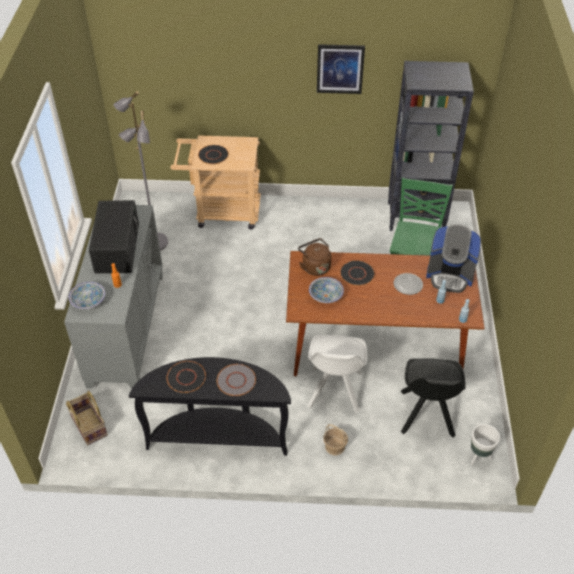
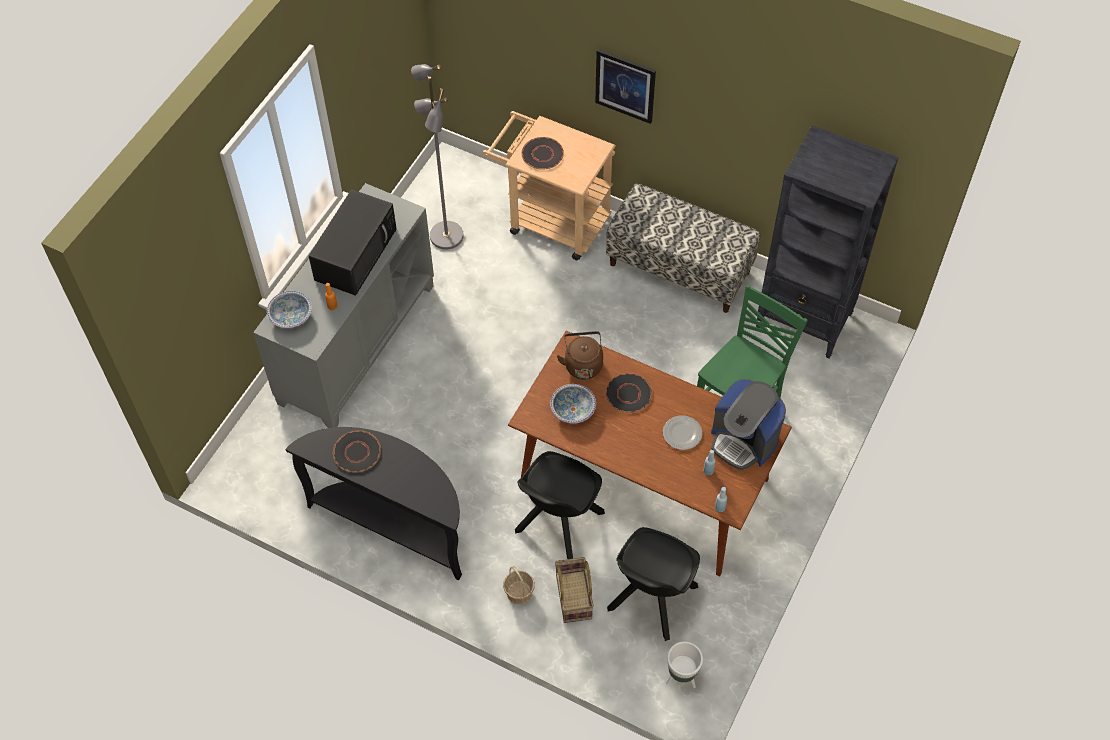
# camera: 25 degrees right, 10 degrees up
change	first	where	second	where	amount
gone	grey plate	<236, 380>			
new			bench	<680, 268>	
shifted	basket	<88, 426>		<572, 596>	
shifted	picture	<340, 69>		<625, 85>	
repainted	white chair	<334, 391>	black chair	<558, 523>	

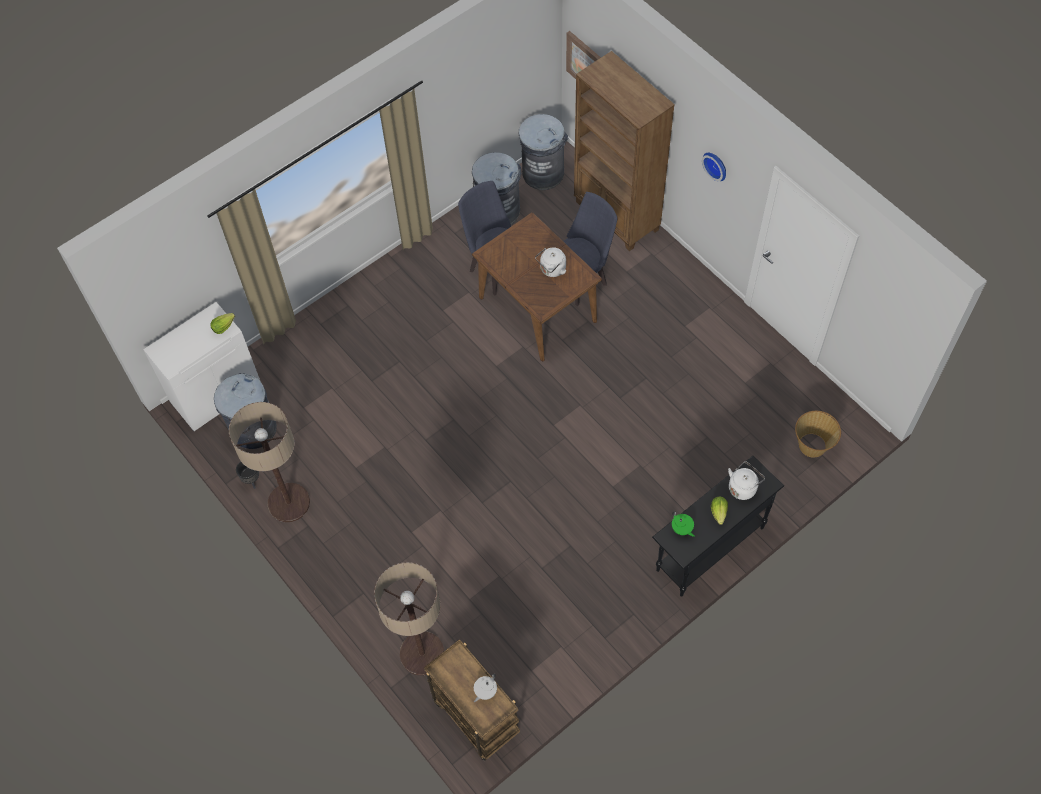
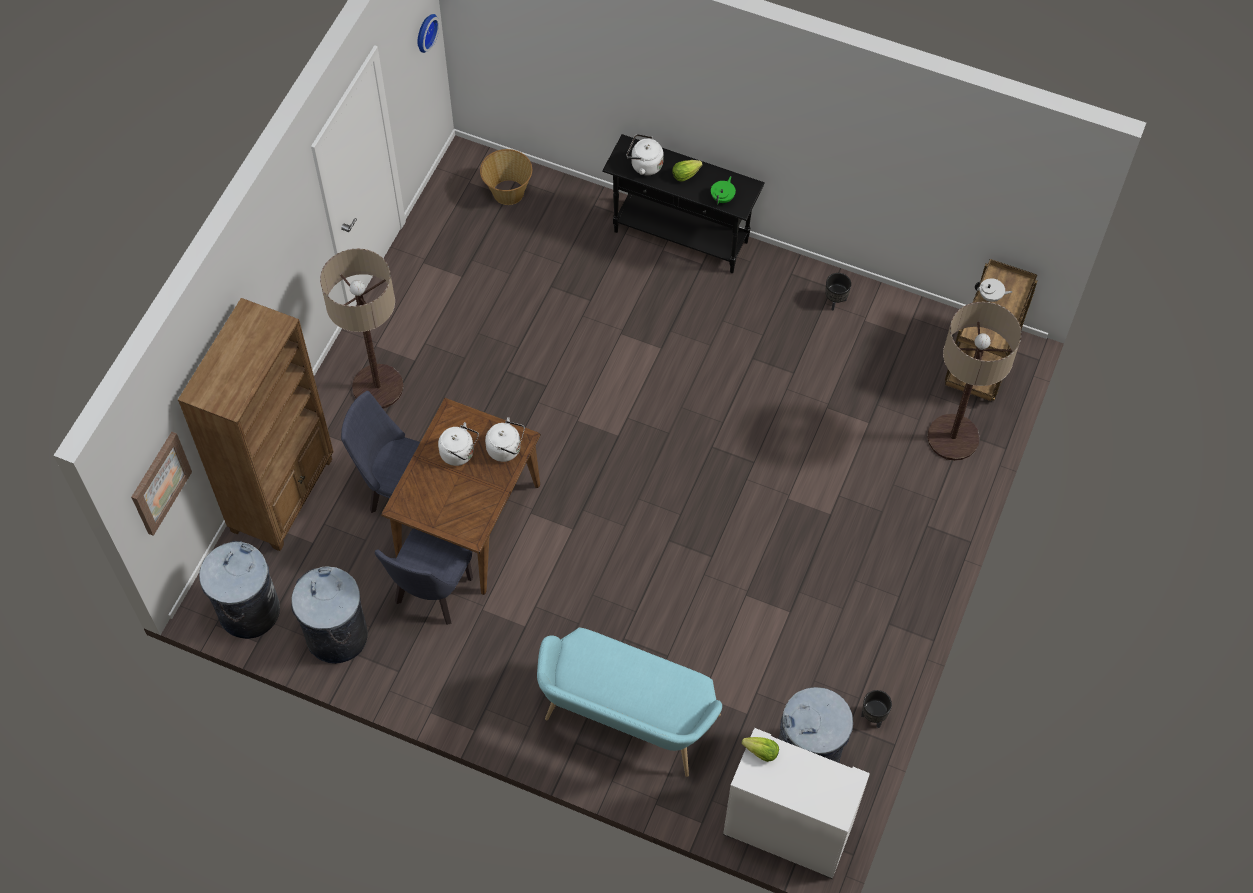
# camera: 120 degrees left, 0 degrees up
change	first	where	second	where	amount
new			white kettle	<506, 449>	
new			turquoise bench	<626, 722>	
new			black planter	<835, 301>	
shifted	floor lamp	<289, 503>		<378, 387>	
shifted	wall clock	<716, 165>		<424, 32>	

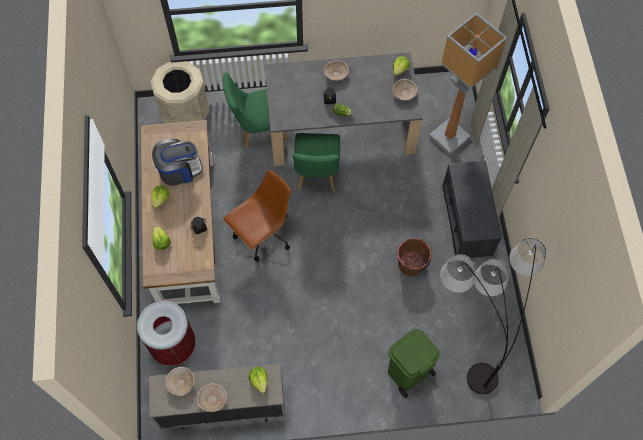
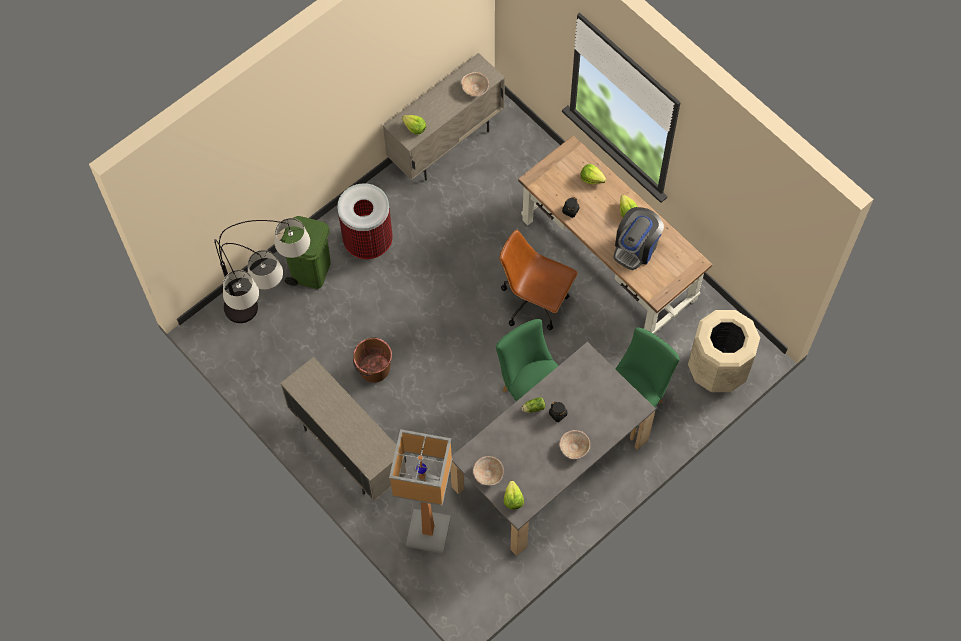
# camera: 145 degrees right, 0 degrees up
change	first	where	second	where	amount
gone	beige bowl	<213, 399>			
shifted	trash can	<173, 345>		<368, 241>	
swapped	grey bench	<468, 220>	beige cabinet	<348, 450>	
rotated	brown office chair	<263, 235>		<535, 302>	105 degrees clockwise

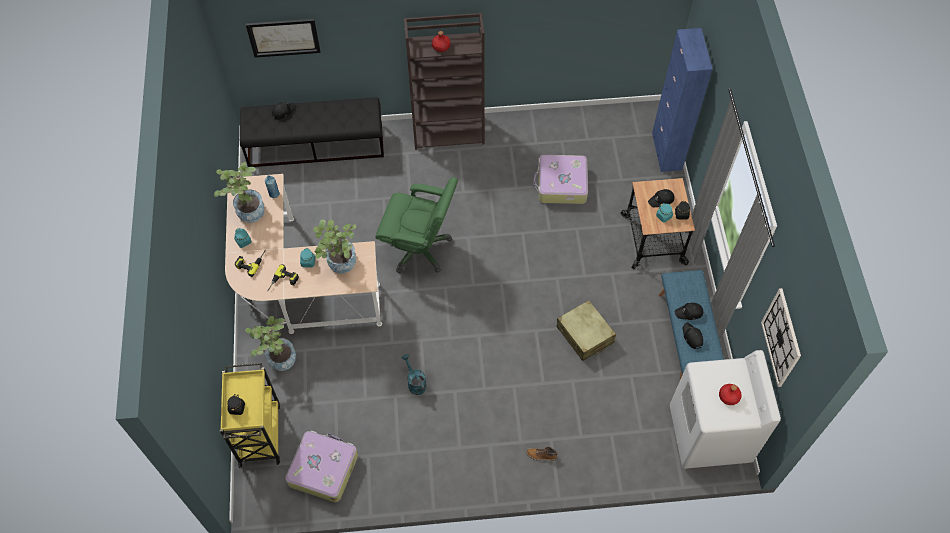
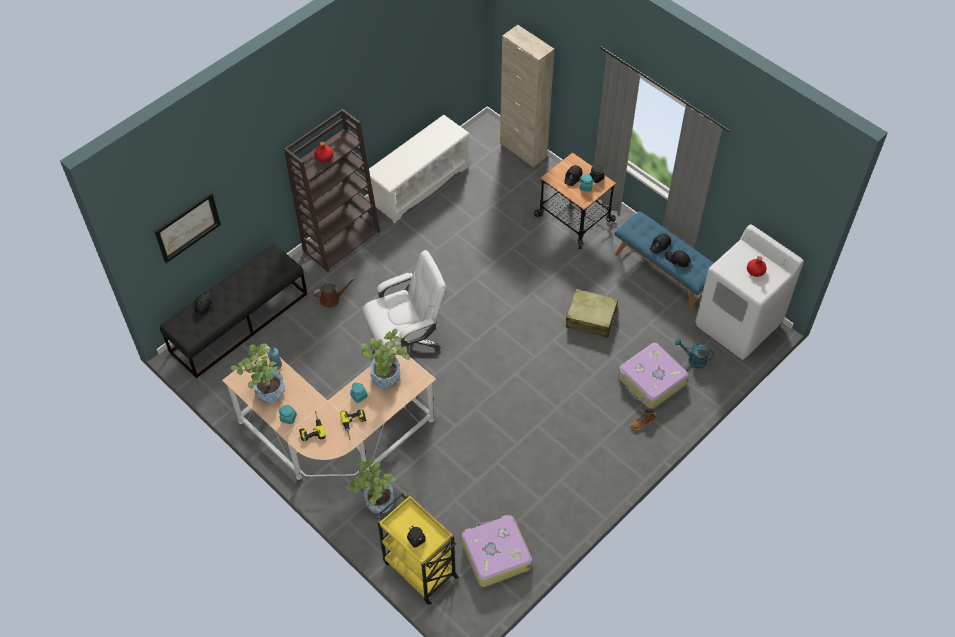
# camera: 40 degrees left, 5 degrees down
change	first	where	second	where	amount
gone	wall clock	<781, 338>			
new			brown watering can	<332, 299>	
new			white shoe rack	<419, 185>	
shifted	turquoise watering can	<415, 382>		<693, 360>	
shifted	suitcase	<561, 184>		<651, 381>	
repainted	green office chair	<419, 248>	white office chair	<406, 343>	
repainted	blue cabinet	<666, 151>	beige cabinet	<523, 150>	

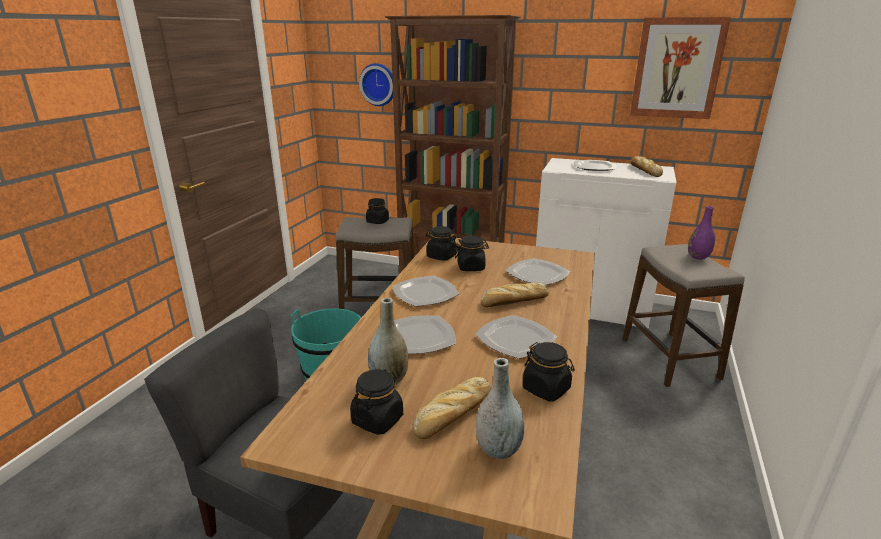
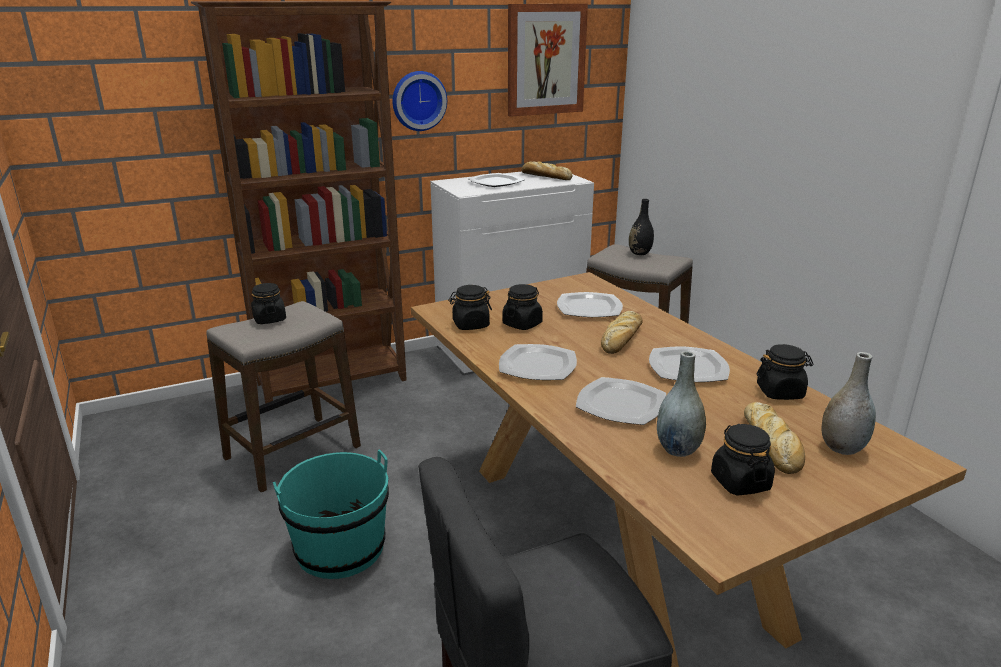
# camera: 45 degrees left, 0 degrees up
change	first	where	second	where	amount
shifted	wall clock	<379, 84>		<418, 100>	
repainted	purple vase	<698, 257>	black vase	<640, 253>	

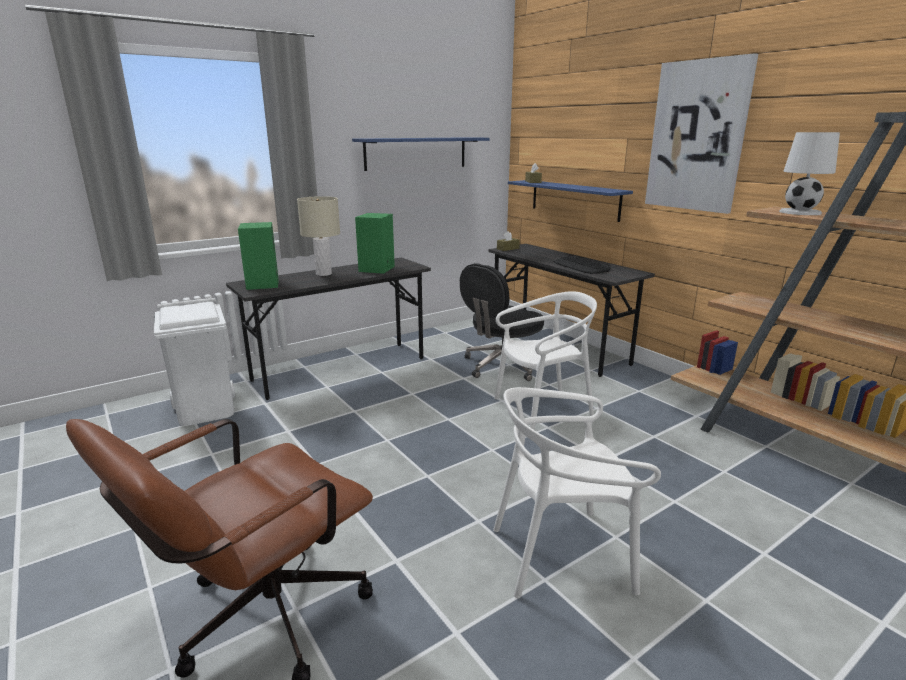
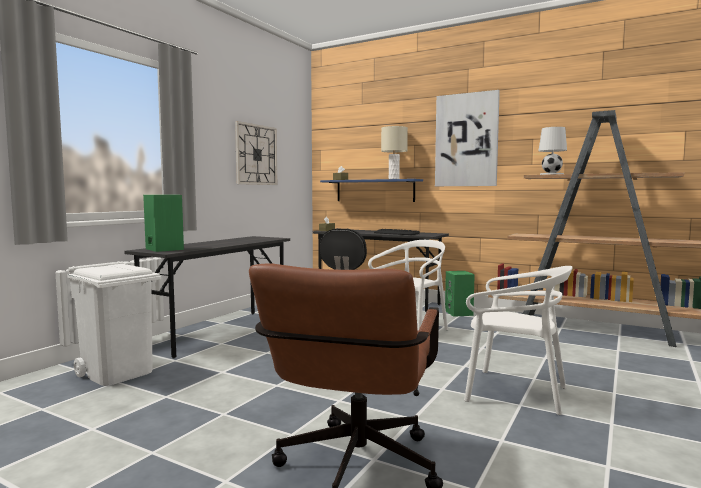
# camera: 25 degrees left, 15 degrees down
change	first	where	second	where	amount
shifted	beige table lamp	<324, 274>		<394, 179>	
shifted	green speaker	<377, 269>		<459, 313>	
swapped	blue shelf	<416, 153>	wall clock	<256, 154>	
rotated	white chair	<561, 555>		<515, 392>	120 degrees counterclockwise

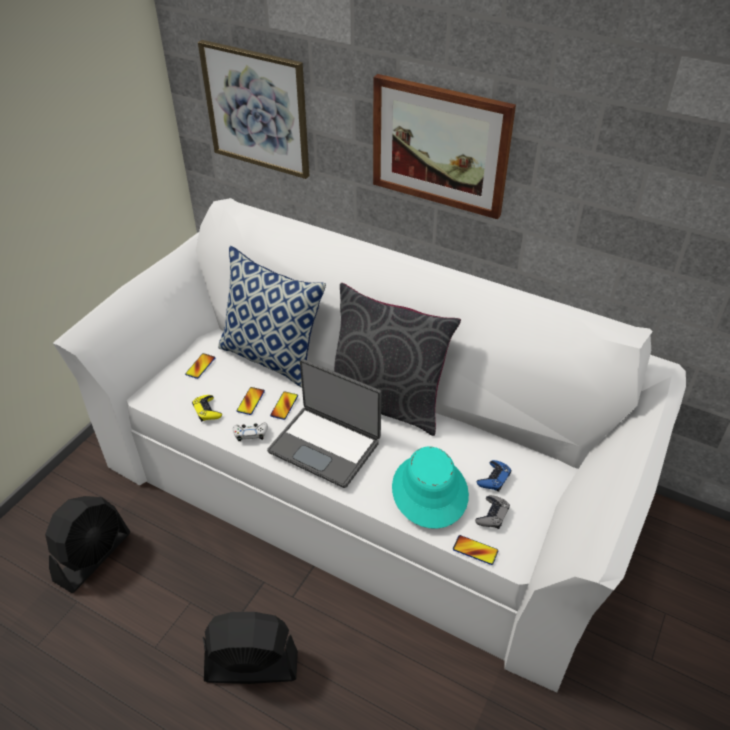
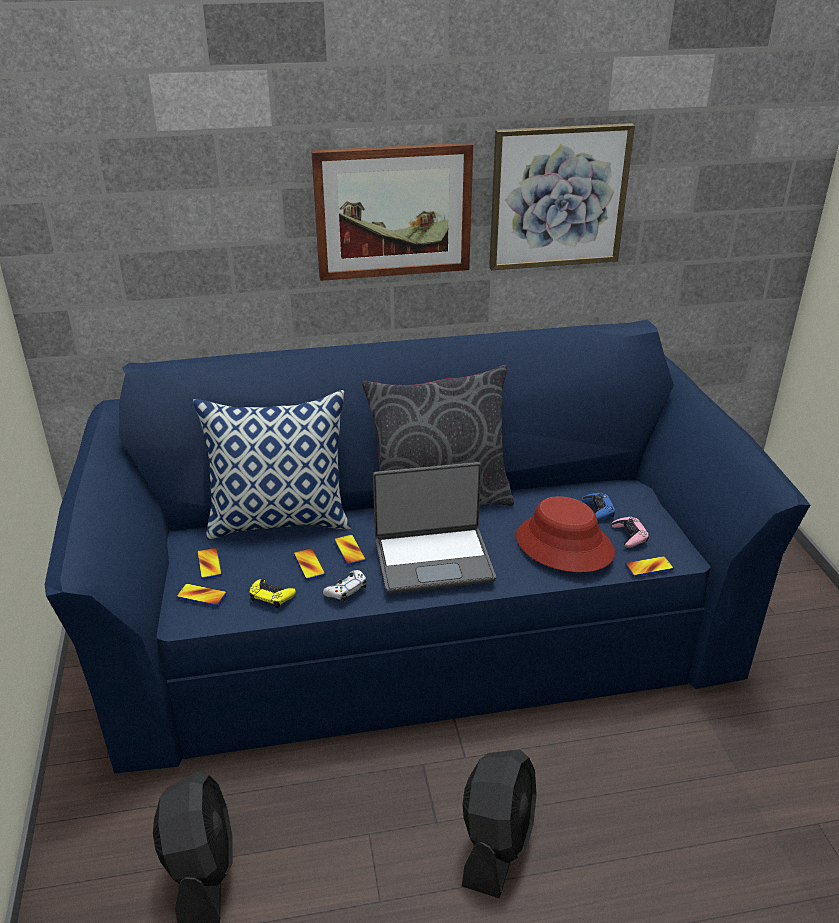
# camera: 40 degrees left, 10 degrees down
change	first	where	second	where	amount
new			phone	<202, 595>	
shifted	picture	<257, 109>		<558, 197>	
repainted	white sofa	<367, 477>	blue sofa	<418, 617>	
repainted	turquoise hat	<429, 491>	red hat	<563, 545>	
repainted	grey game controller	<492, 515>	pink game controller	<629, 535>	
rotated	black fan	<251, 666>		<496, 842>	150 degrees clockwise

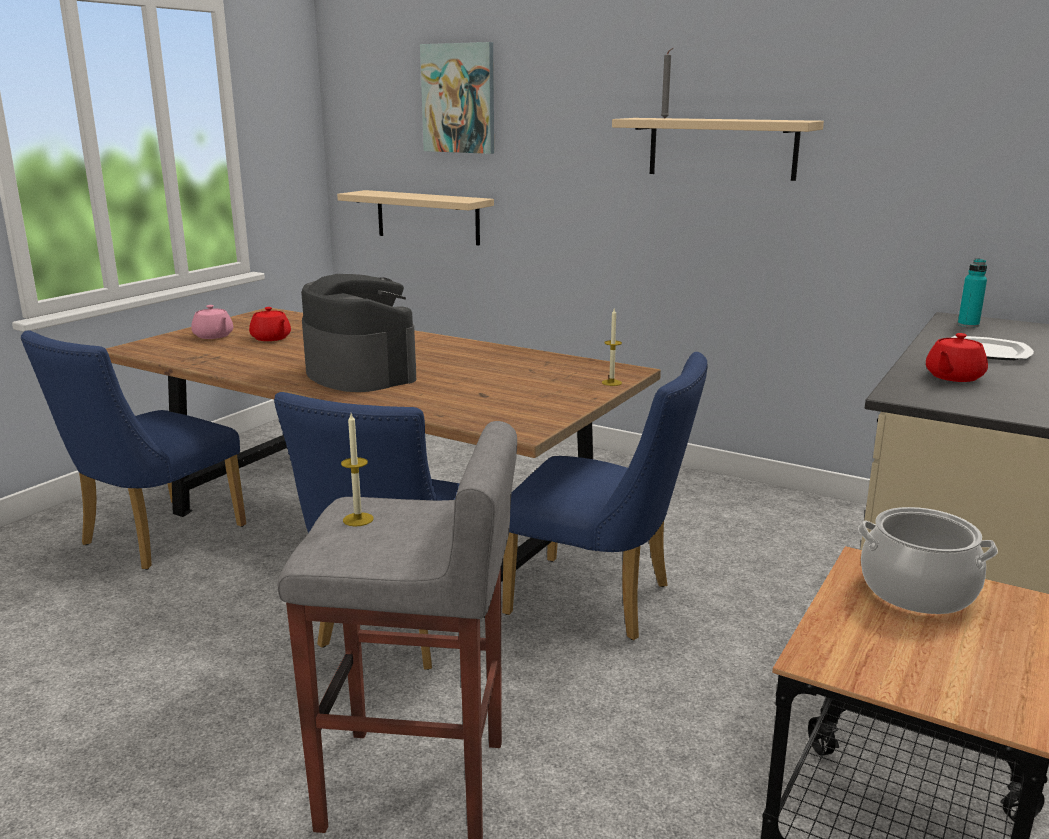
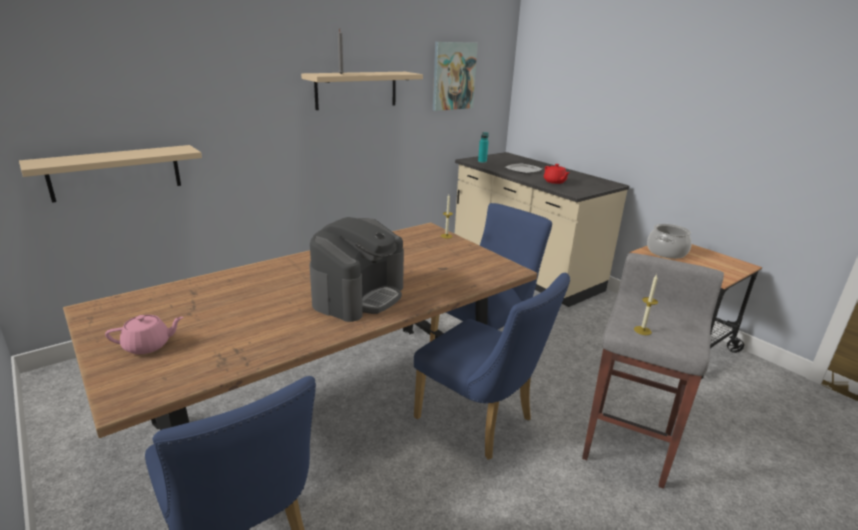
# camera: 70 degrees left, 5 degrees up
change	first	where	second	where	amount
gone	red teapot	<271, 338>			
shifted	picture	<459, 98>		<453, 76>	
rotated	coffee machine	<359, 373>		<359, 295>	135 degrees clockwise

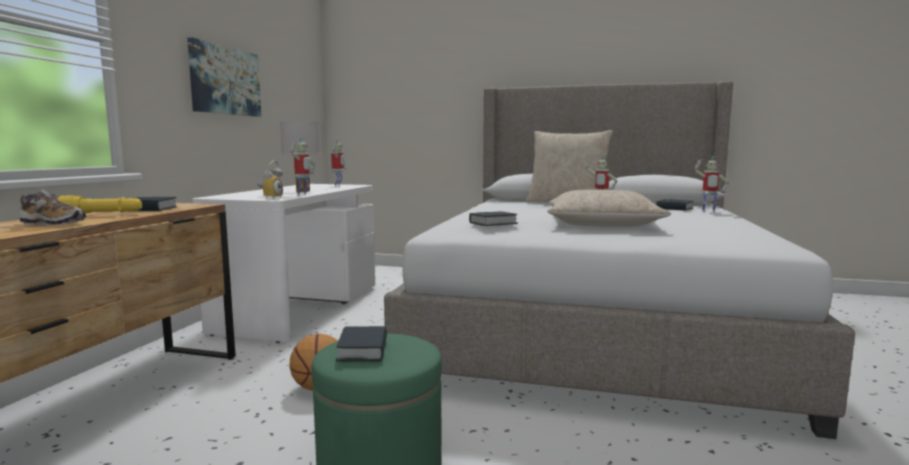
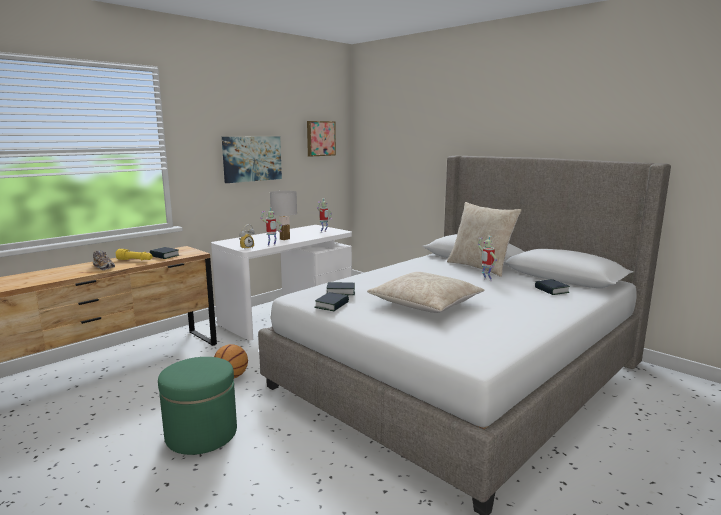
# camera: 30 degrees right, 5 degrees up
change	first	where	second	where	amount
gone	toy robot	<708, 211>			
new			picture	<320, 138>	
shifted	book	<363, 350>		<332, 305>	

